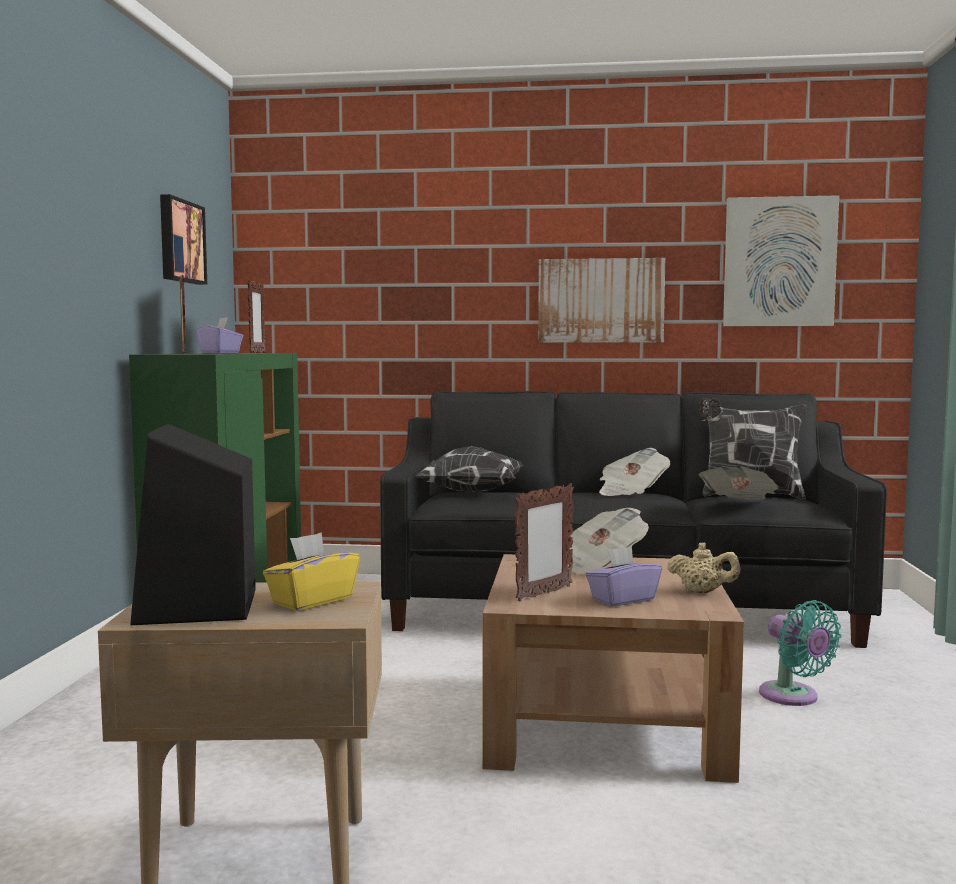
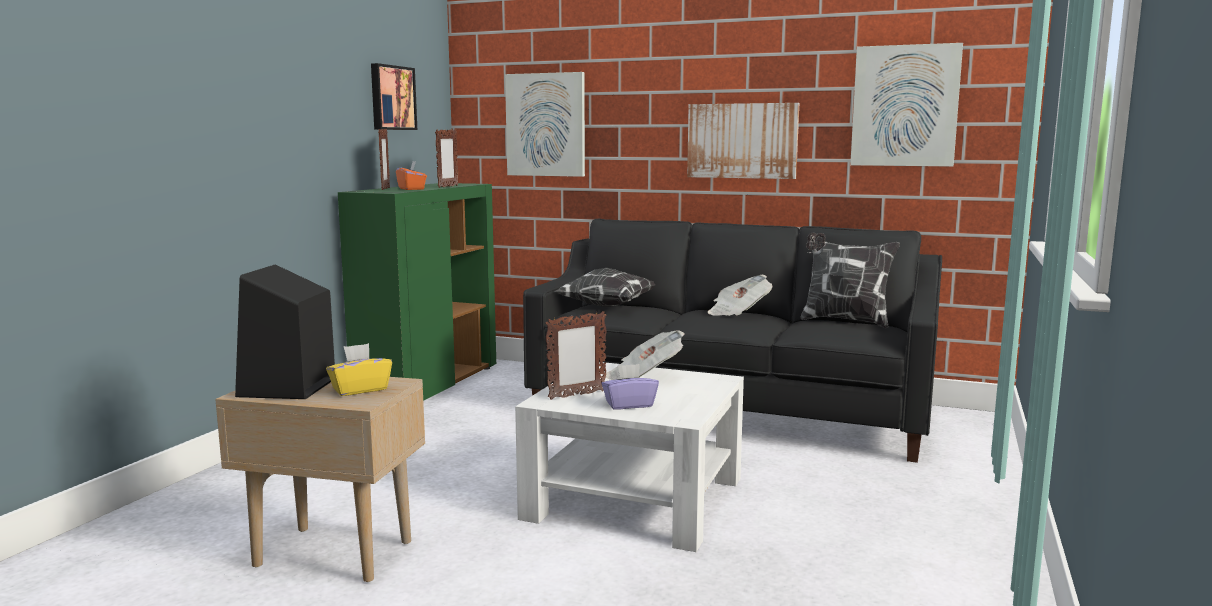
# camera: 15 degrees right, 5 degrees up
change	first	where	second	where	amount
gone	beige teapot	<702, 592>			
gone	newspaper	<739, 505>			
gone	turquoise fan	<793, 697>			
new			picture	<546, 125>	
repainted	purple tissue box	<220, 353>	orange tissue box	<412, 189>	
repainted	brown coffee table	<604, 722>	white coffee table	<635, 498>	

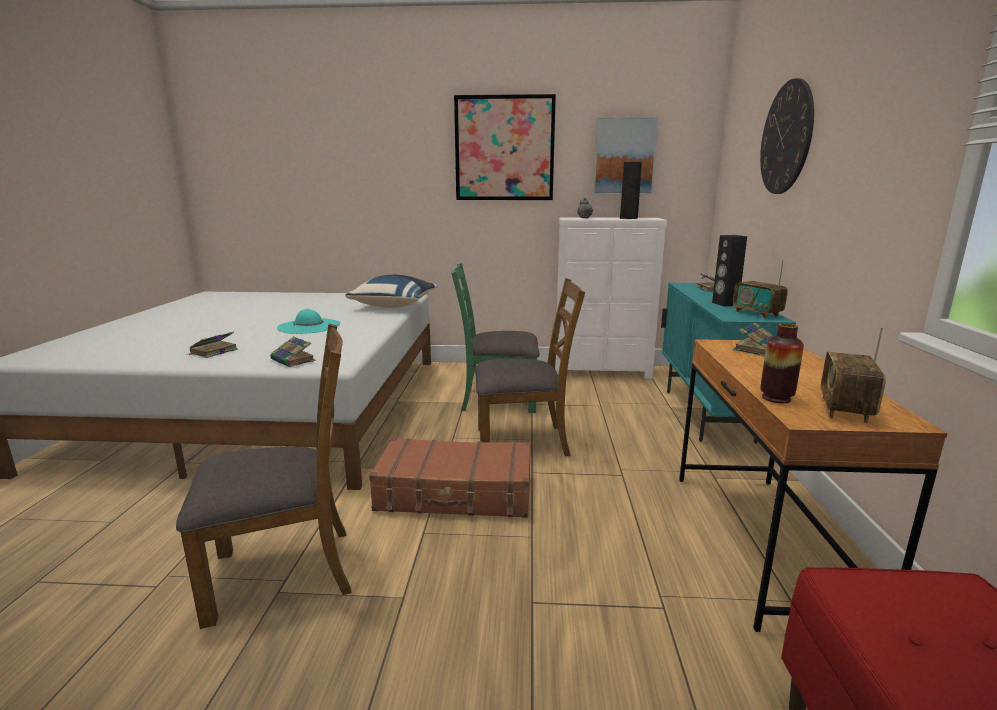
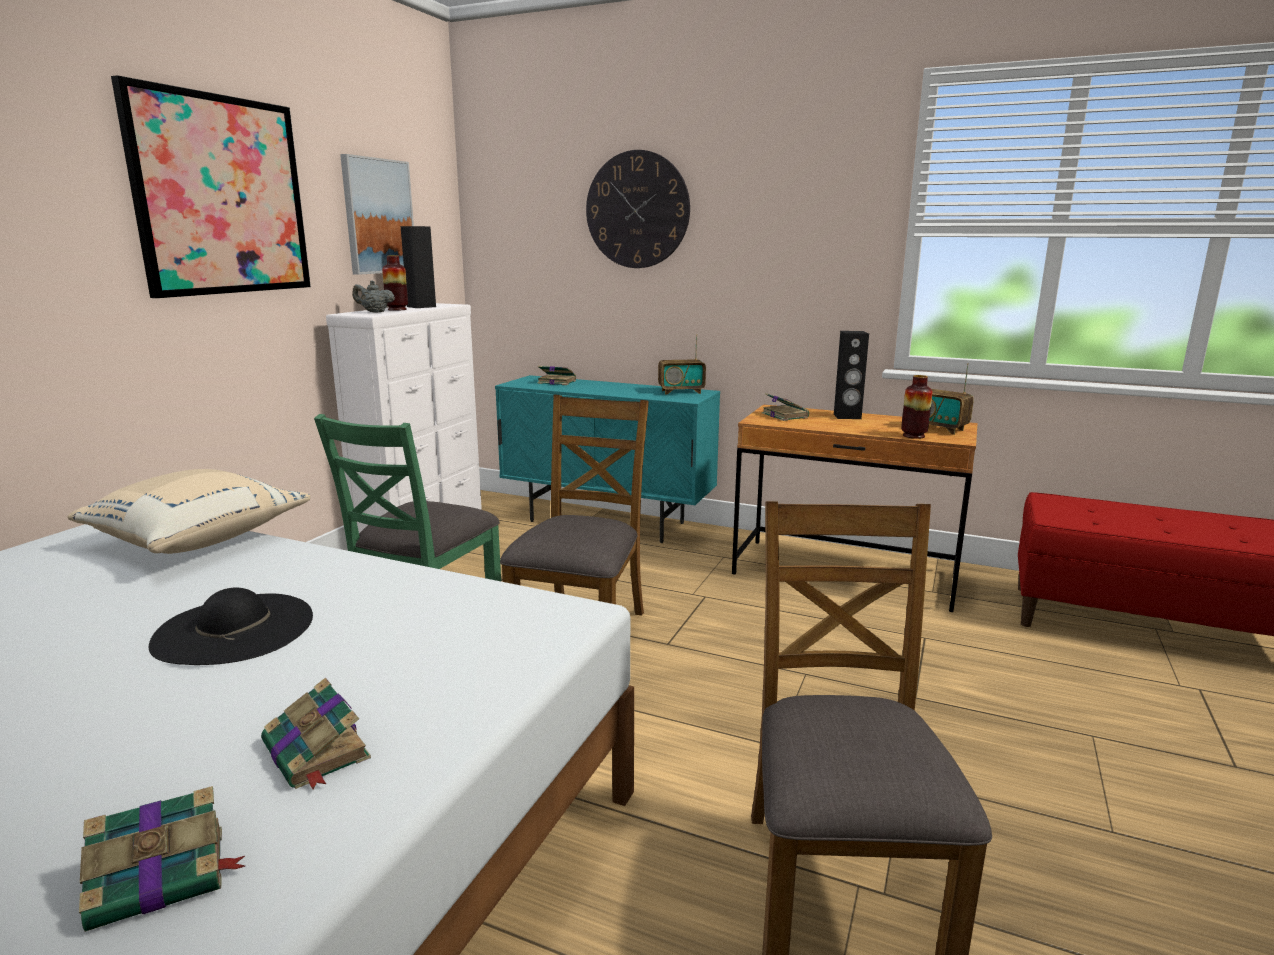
# camera: 70 degrees left, 0 degrees up
change	first	where	second	where	amount
gone	brown suitcase	<455, 493>			
new			vase	<397, 309>	
shifted	book	<293, 360>		<162, 877>	
shifted	black speaker	<724, 304>		<847, 416>	
repainted	turquoise hat	<309, 326>	black hat	<234, 629>	
repainted	blue pillow	<395, 306>	beige pillow	<197, 539>	

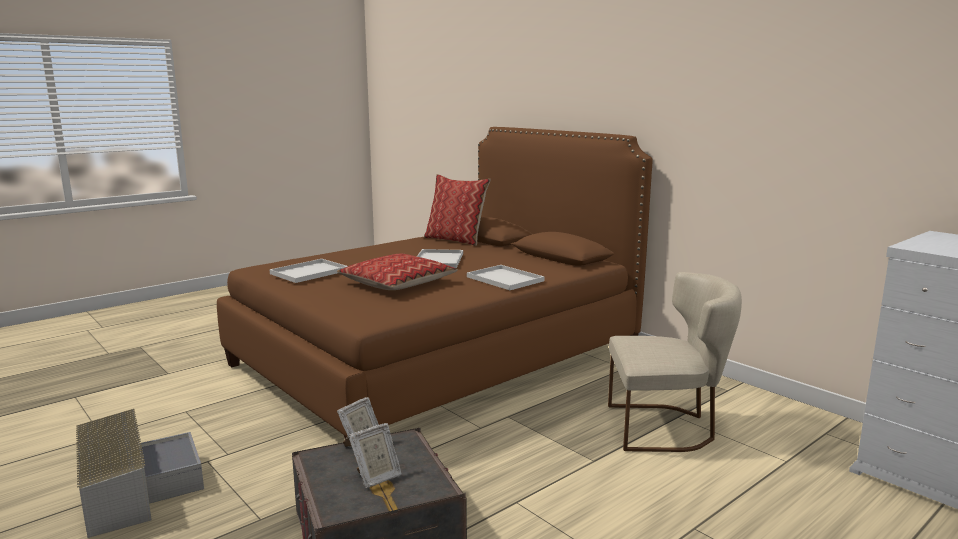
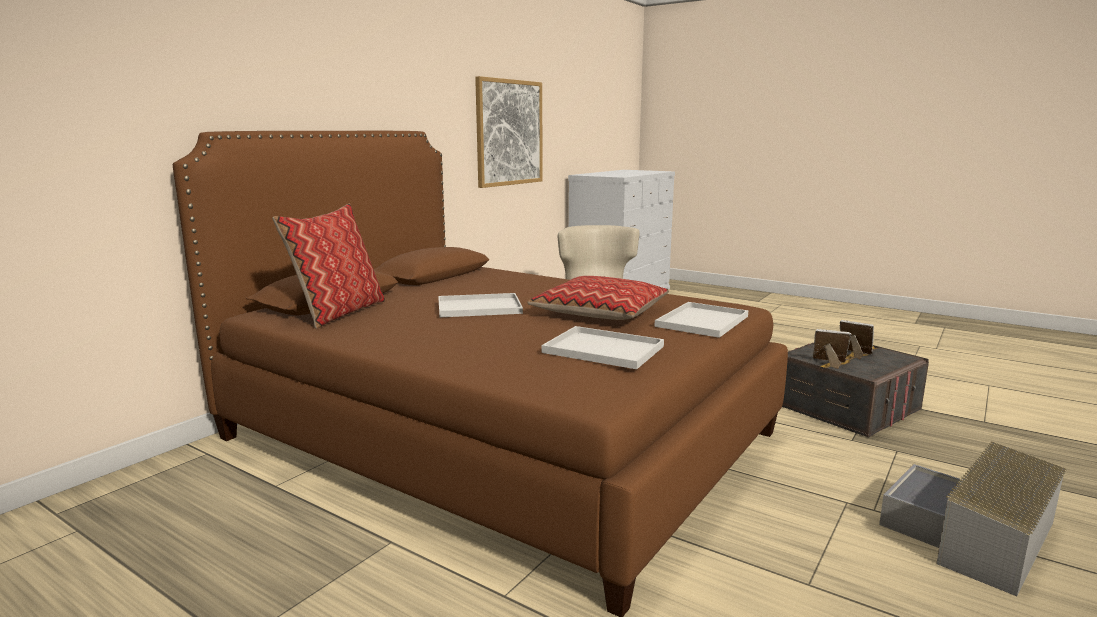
# camera: 105 degrees left, 0 degrees up
change	first	where	second	where	amount
new			picture	<509, 133>	
shifted	white tray	<503, 279>		<702, 322>	

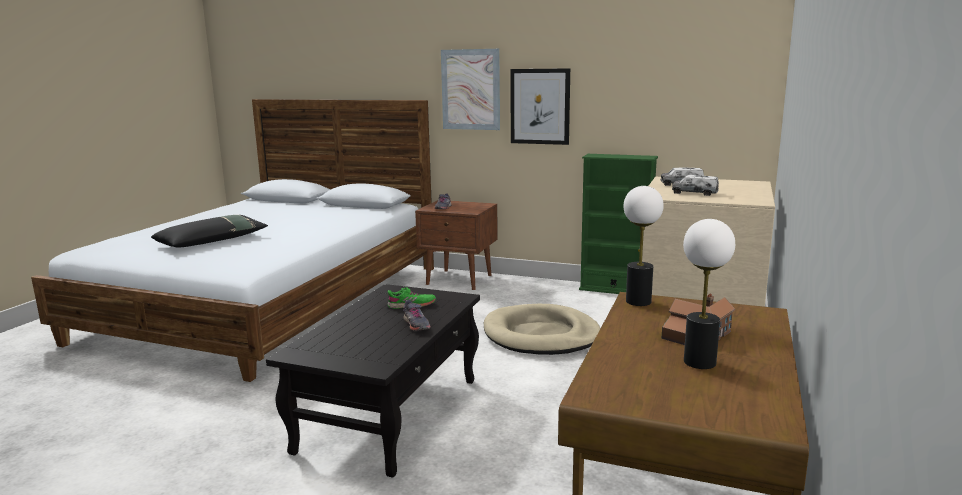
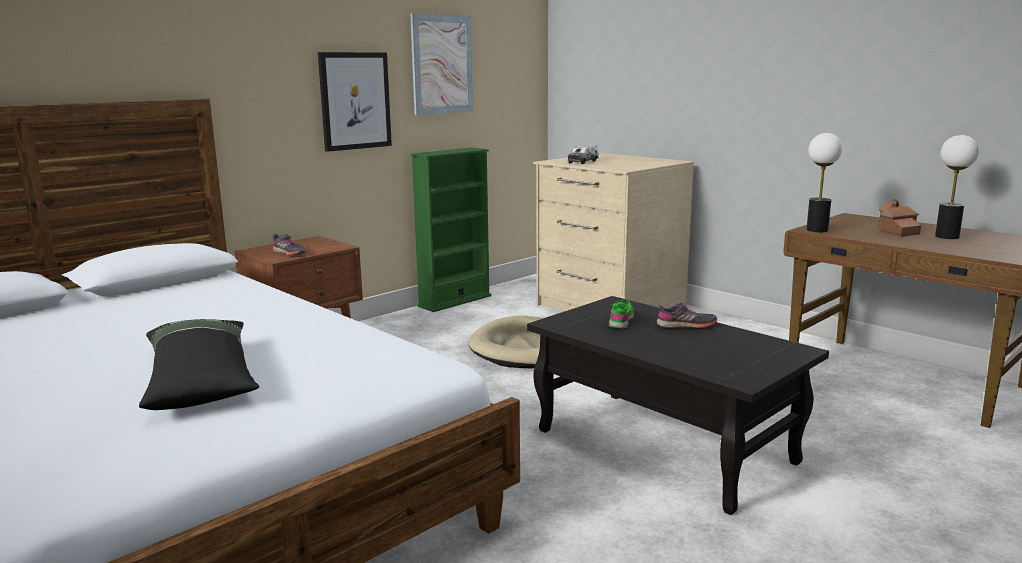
# camera: 65 degrees left, 0 degrees up
change	first	where	second	where	amount
gone	toy truck	<694, 193>			
shifted	picture	<470, 89>		<442, 64>	

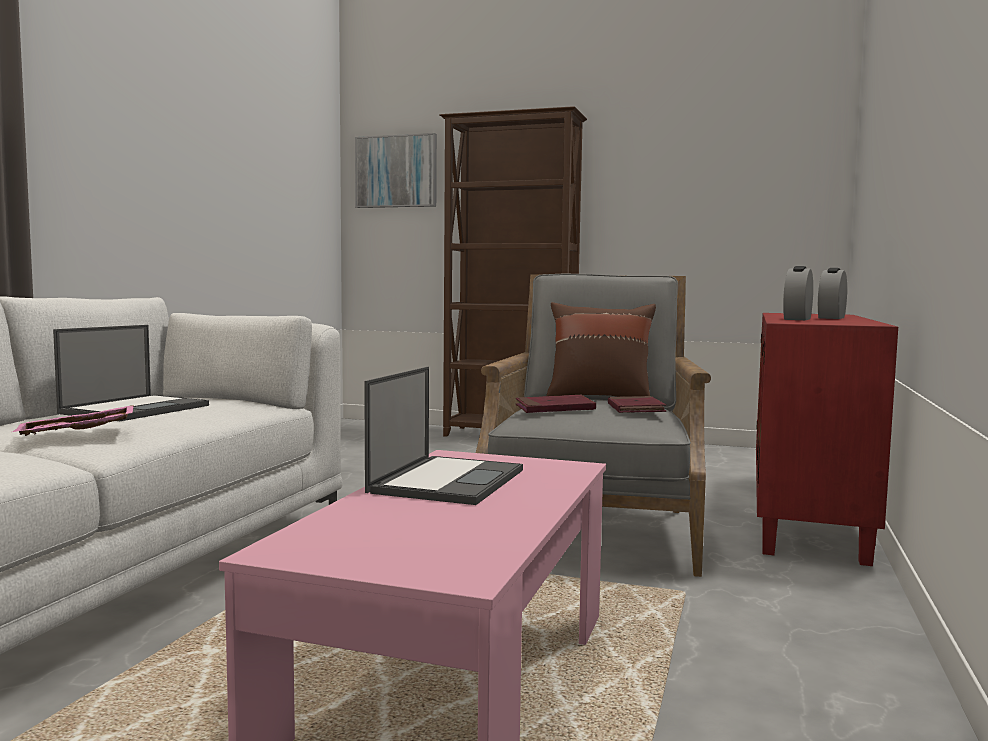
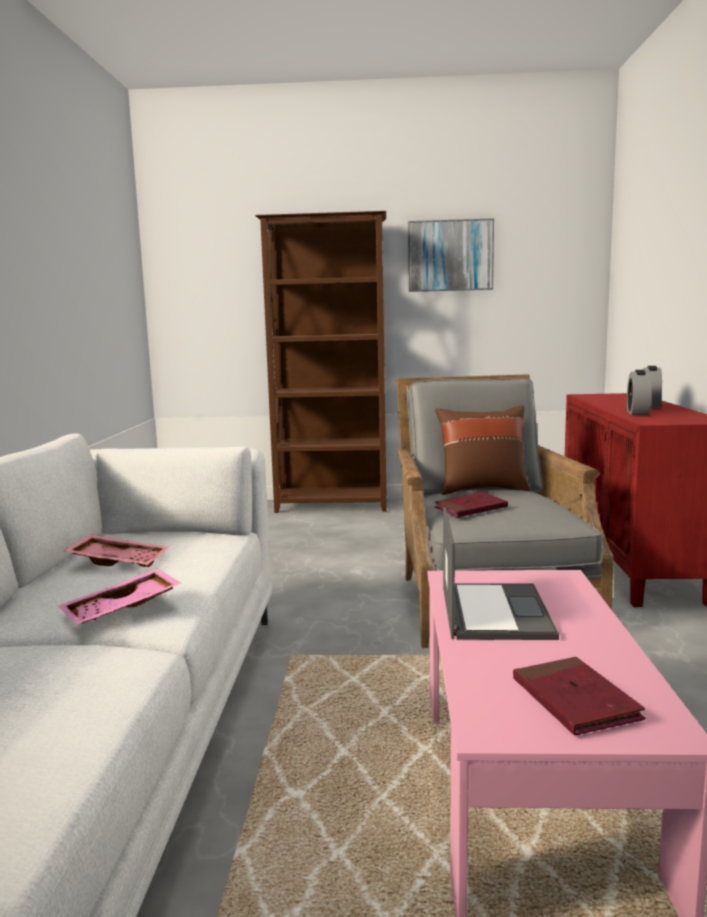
# camera: 15 degrees left, 5 degrees up
change	first	where	second	where	amount
shifted	picture	<396, 171>		<450, 255>	
shifted	red book	<635, 409>		<574, 700>	
swapped	laptop	<136, 409>	pink tray	<119, 561>	

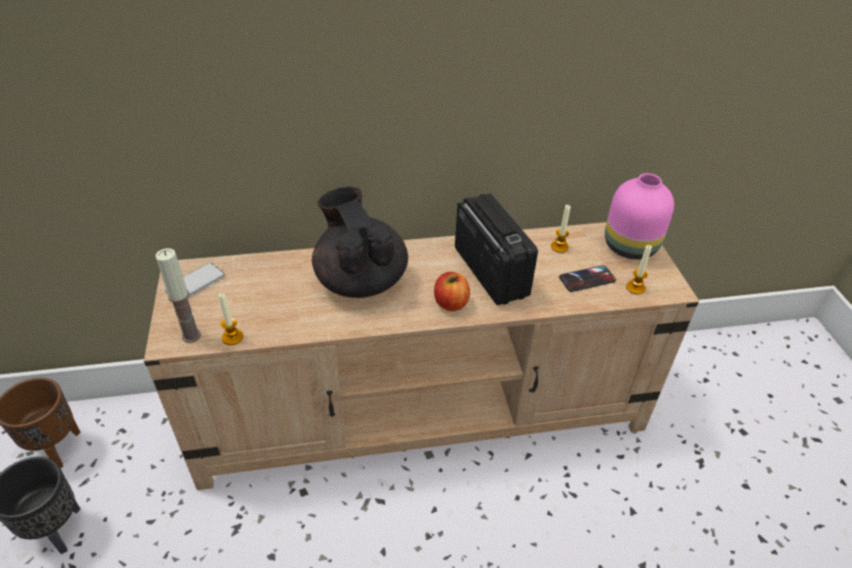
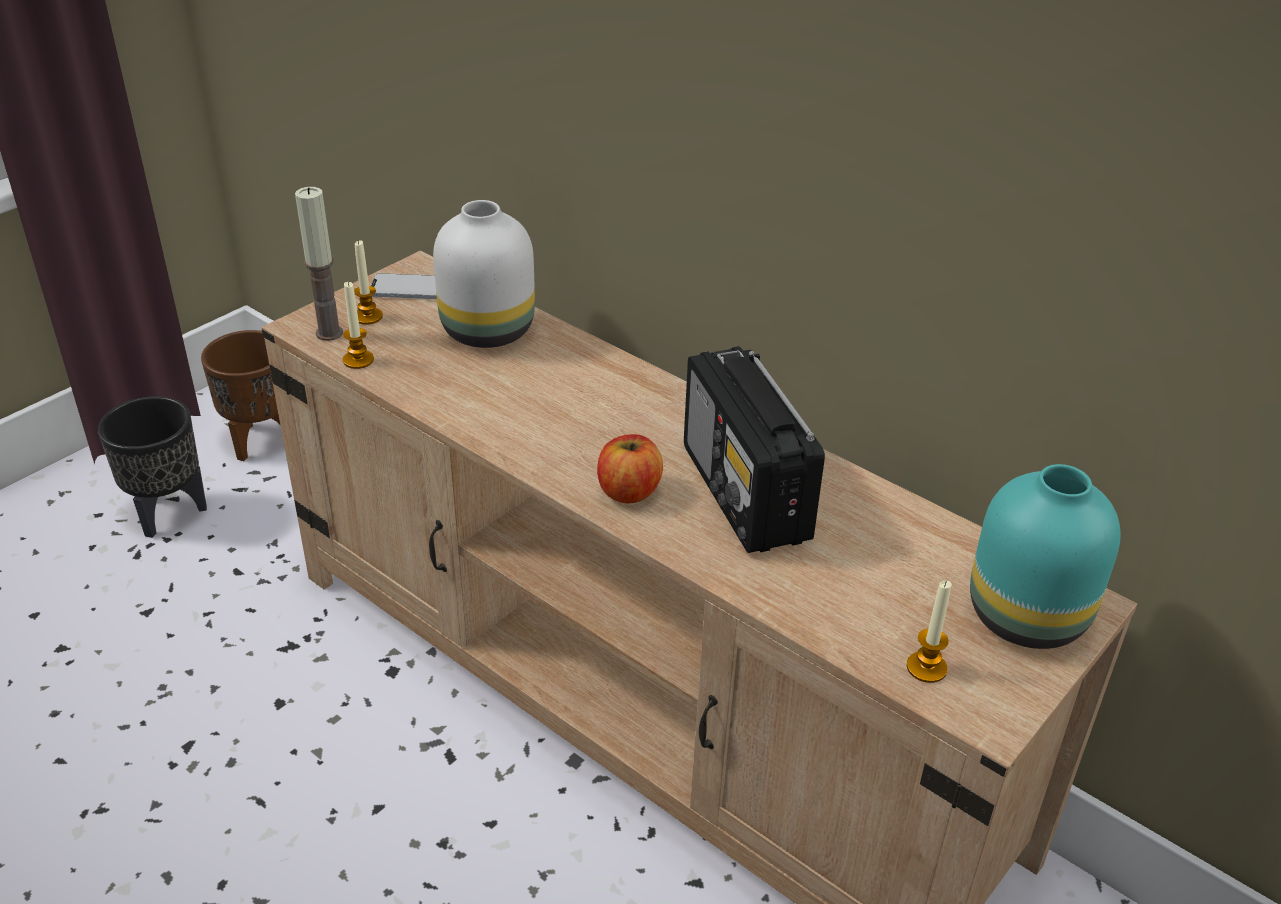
# camera: 50 degrees right, 5 degrees down
change	first	where	second	where	amount
gone	black teapot	<360, 280>			
gone	phone	<587, 279>			
new			white vase	<485, 331>	
shifted	candle	<559, 247>		<368, 316>	
repainted	pink vase	<631, 246>	turquoise vase	<1030, 617>	
rotated	radio	<490, 271>		<745, 495>	135 degrees clockwise

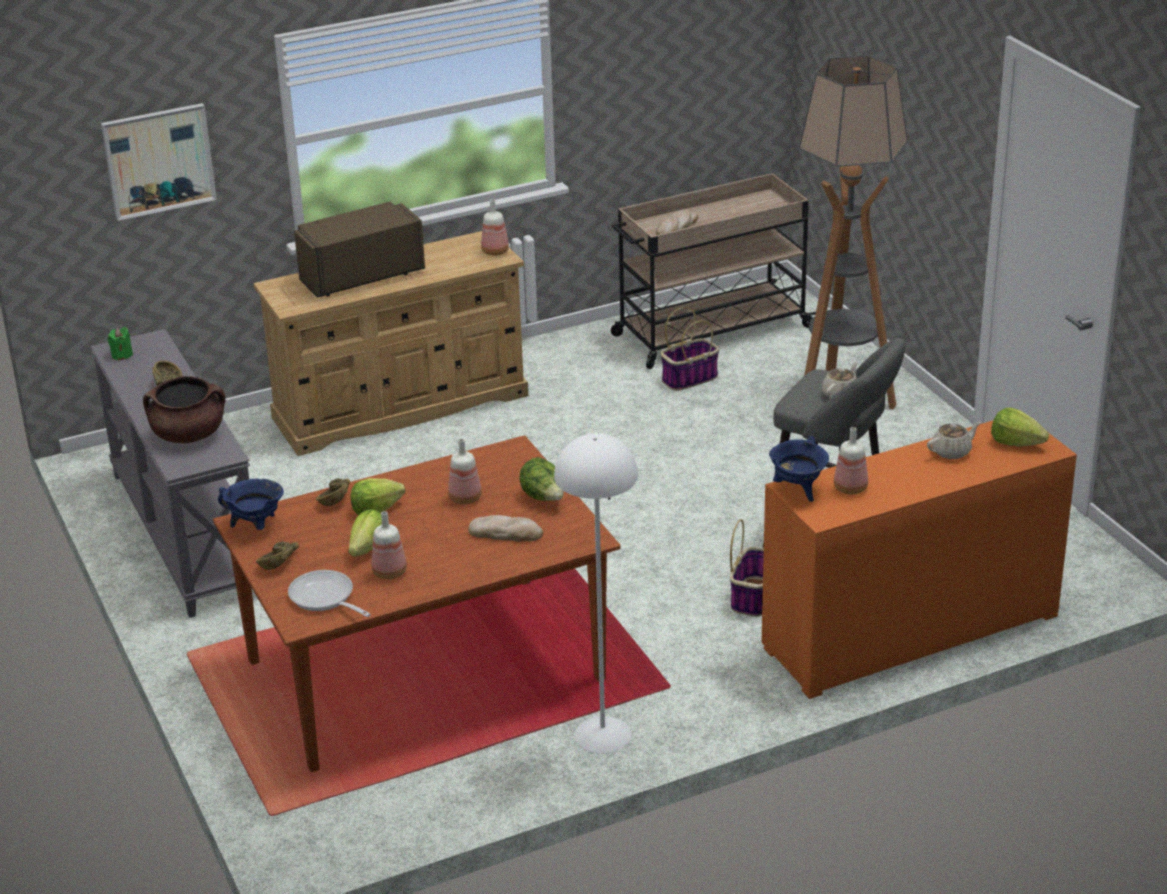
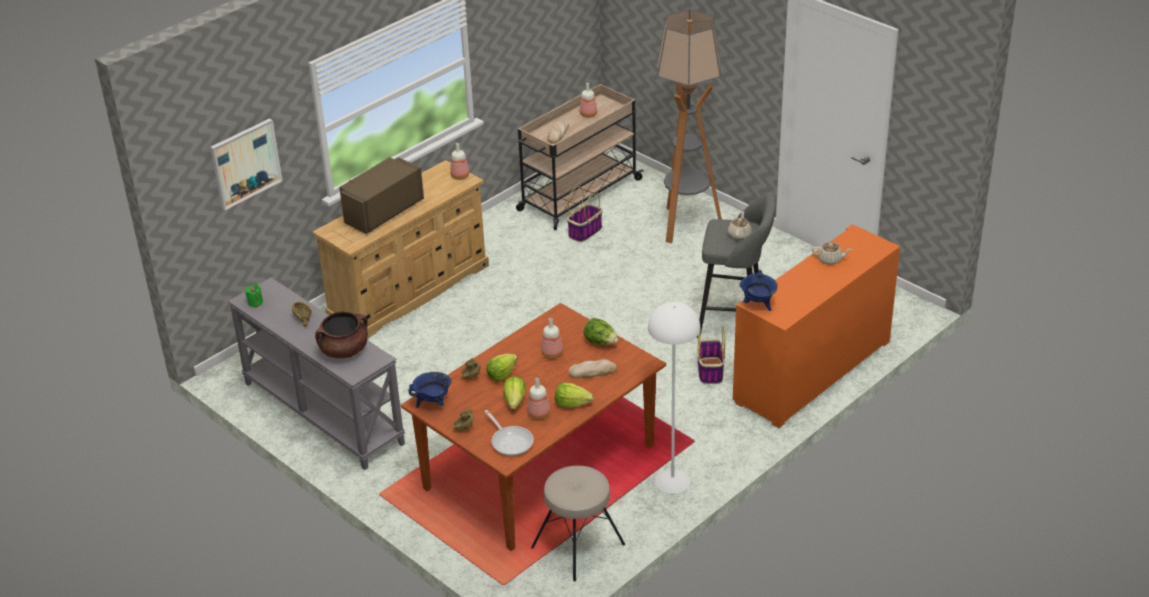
# camera: 20 degrees left, 5 degrees up
change	first	where	second	where	amount
new			beige stool	<578, 546>	
shifted	bottle	<851, 487>		<588, 114>	
shifted	lettuce	<1016, 443>		<572, 404>	
rotated	frying pan	<325, 598>		<510, 441>	150 degrees counterclockwise
rotated	beige teapot	<952, 451>		<830, 259>	60 degrees clockwise

